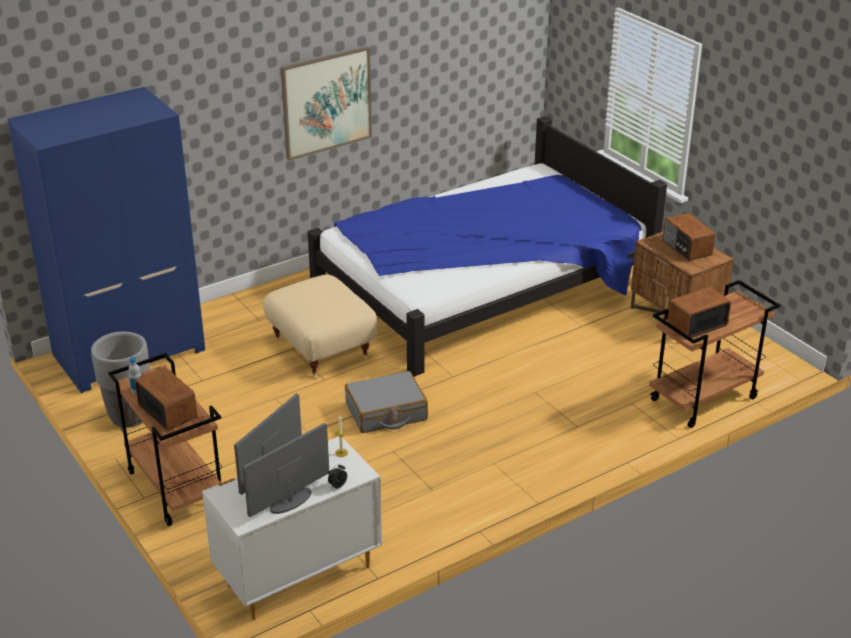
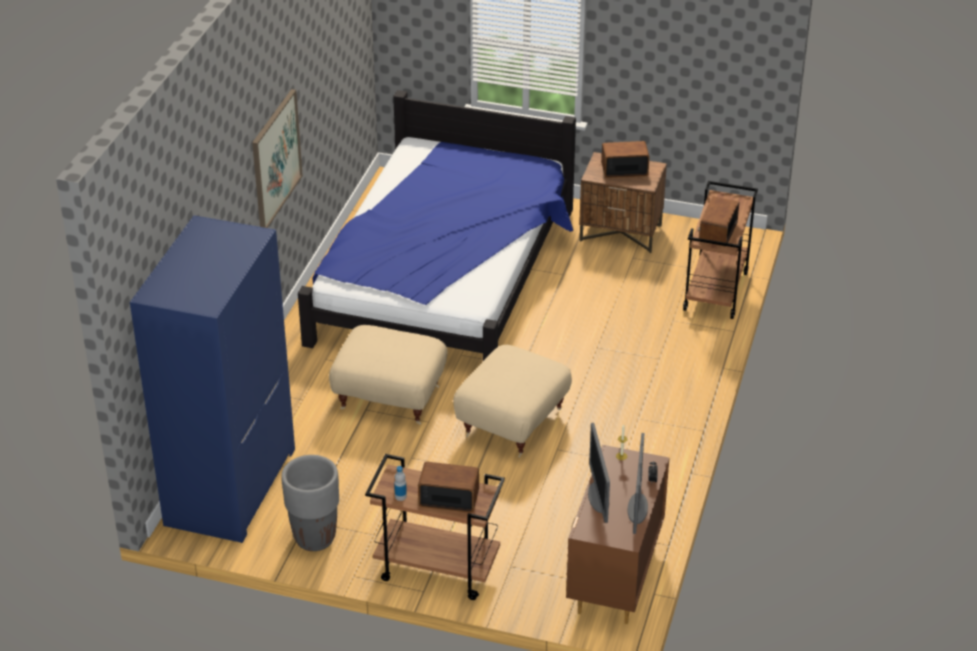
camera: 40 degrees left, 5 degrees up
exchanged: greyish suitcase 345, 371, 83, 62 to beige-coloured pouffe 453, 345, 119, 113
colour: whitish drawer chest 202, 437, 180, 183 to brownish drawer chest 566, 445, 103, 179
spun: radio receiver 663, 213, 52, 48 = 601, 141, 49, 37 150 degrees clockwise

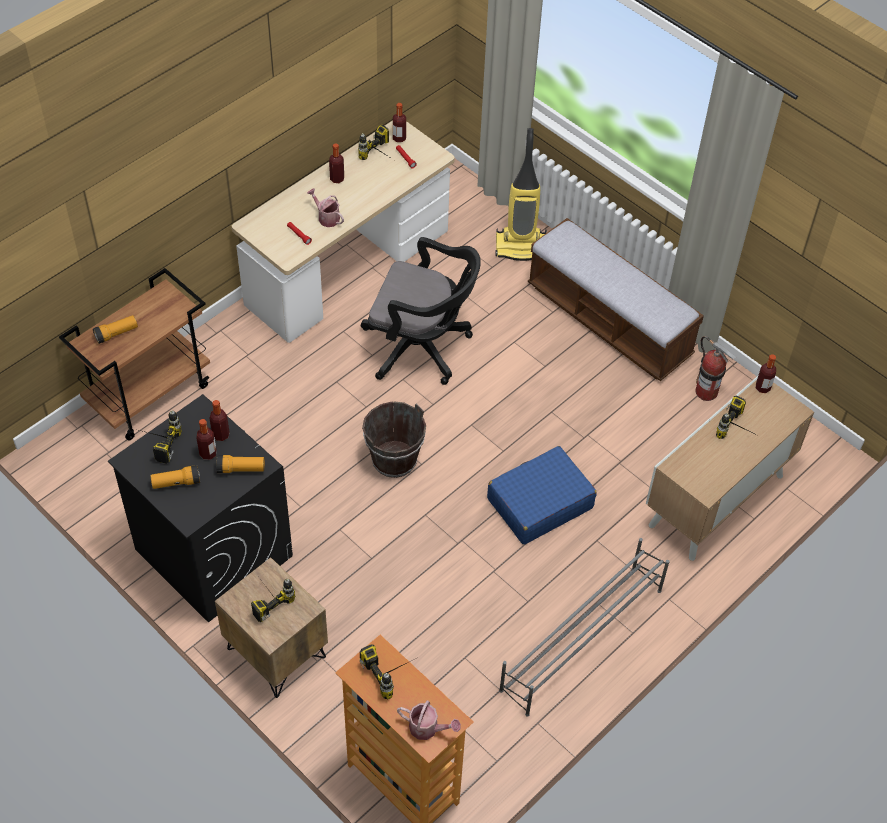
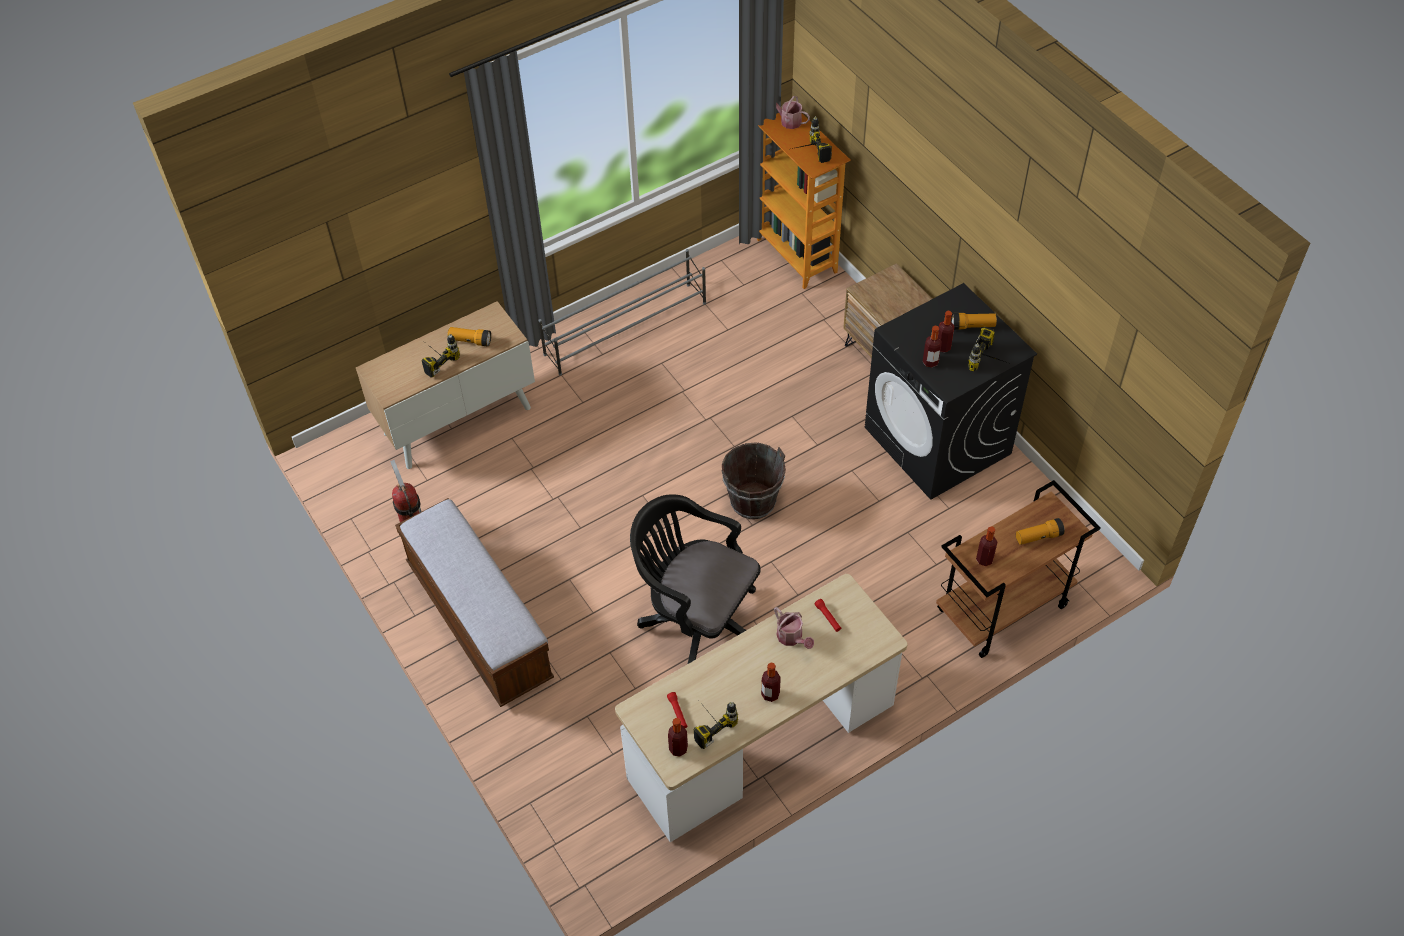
camera: 165 degrees left, 0 degrees up
missing: power drill 251, 579, 44, 43; blue-coloured suitcase 487, 446, 110, 99; vacuum 495, 128, 52, 133
relocated: hand torch 216, 455, 49, 18 to 447, 327, 44, 20; beverage bottle 756, 354, 20, 39 to 976, 526, 21, 40

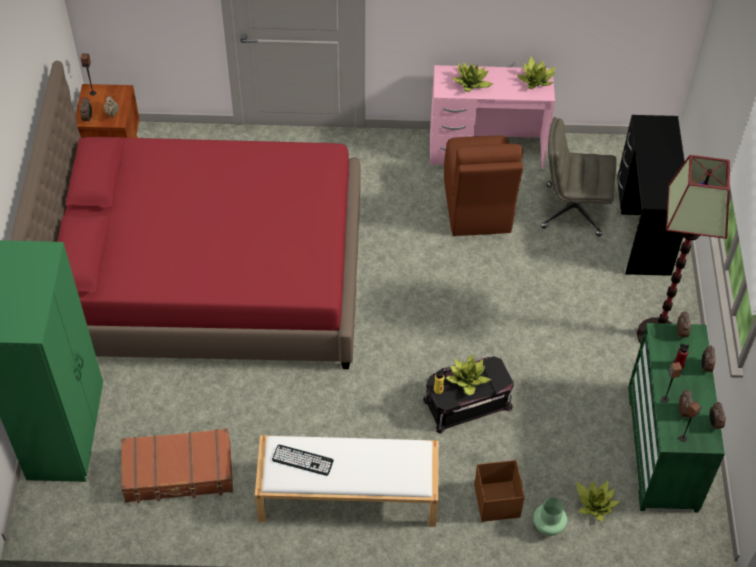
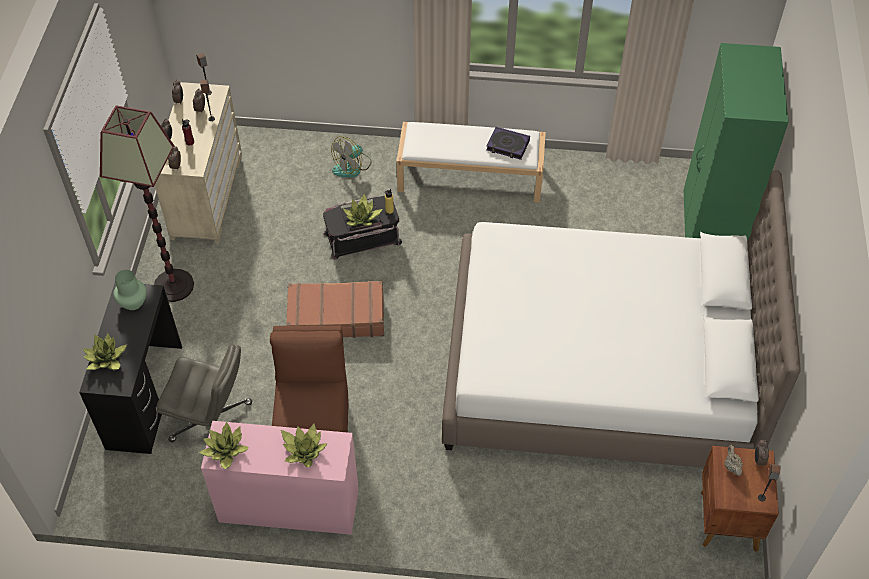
camera: 175 degrees left, 0 degrees up
relocated: brownish suitcase 121, 428, 112, 75 to 286, 281, 98, 57; green-coloured vase 533, 497, 34, 39 to 113, 270, 34, 40; houseplant 576, 480, 44, 41 to 83, 333, 44, 37
exchanged: computer keyboard 272, 445, 62, 31 to volume 486, 127, 44, 33; brownish storage box 474, 460, 51, 62 to fan 331, 136, 41, 41
colour: red bed 10, 60, 350, 309 to whitish bed 442, 170, 358, 298; green-coloured drawer chest 628, 323, 97, 190 to beige-coloured drawer chest 155, 82, 87, 162

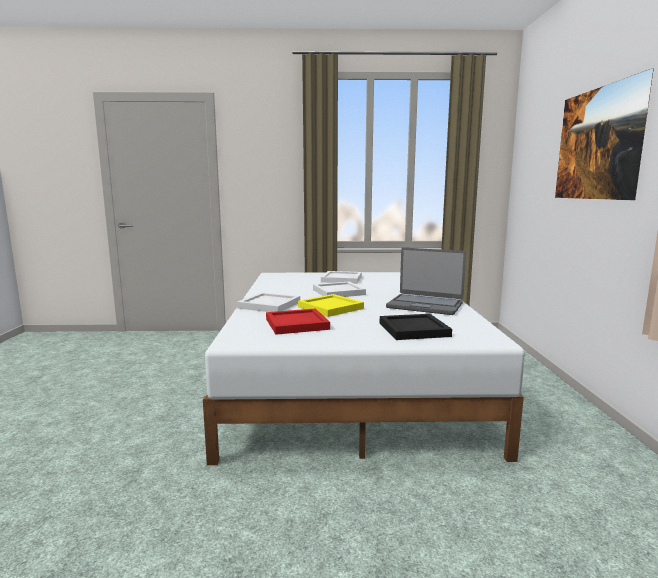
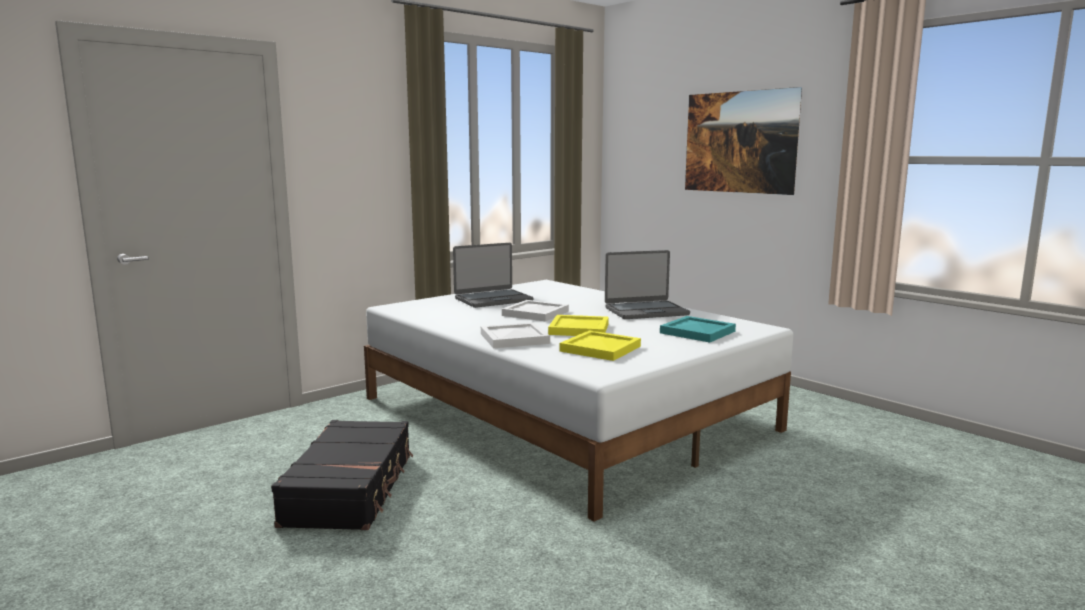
camera: 40 degrees left, 0 degrees up
appeared: black-coloured suitcase 271, 420, 142, 110
exchanged: whitish serving tray 321, 271, 41, 13 to portable computer 453, 243, 81, 65
colour: red serving tray 266, 308, 64, 27 to yellow-coloured serving tray 559, 330, 82, 31; black-coloured serving tray 380, 314, 72, 26 to turquoise-coloured serving tray 660, 316, 76, 27

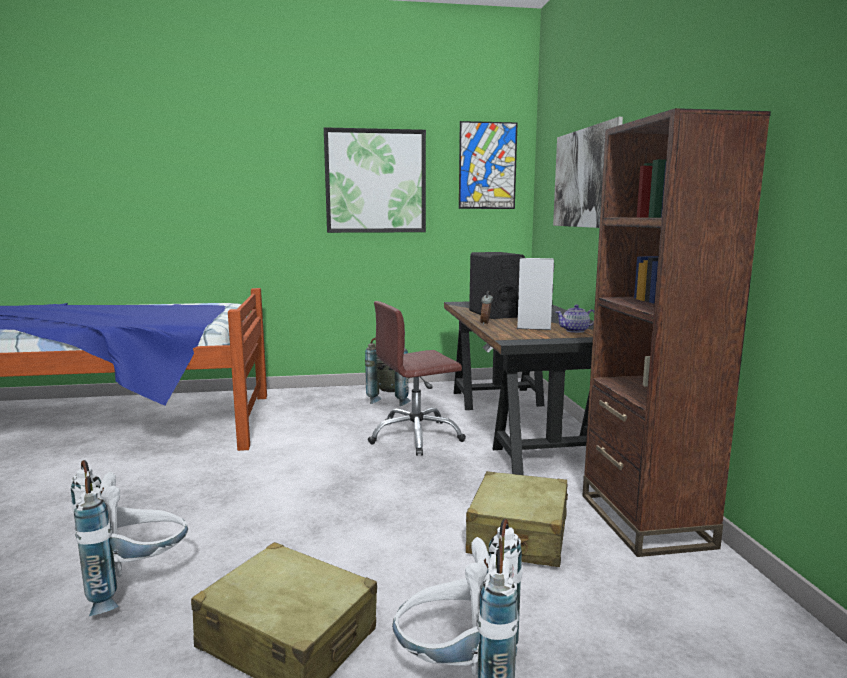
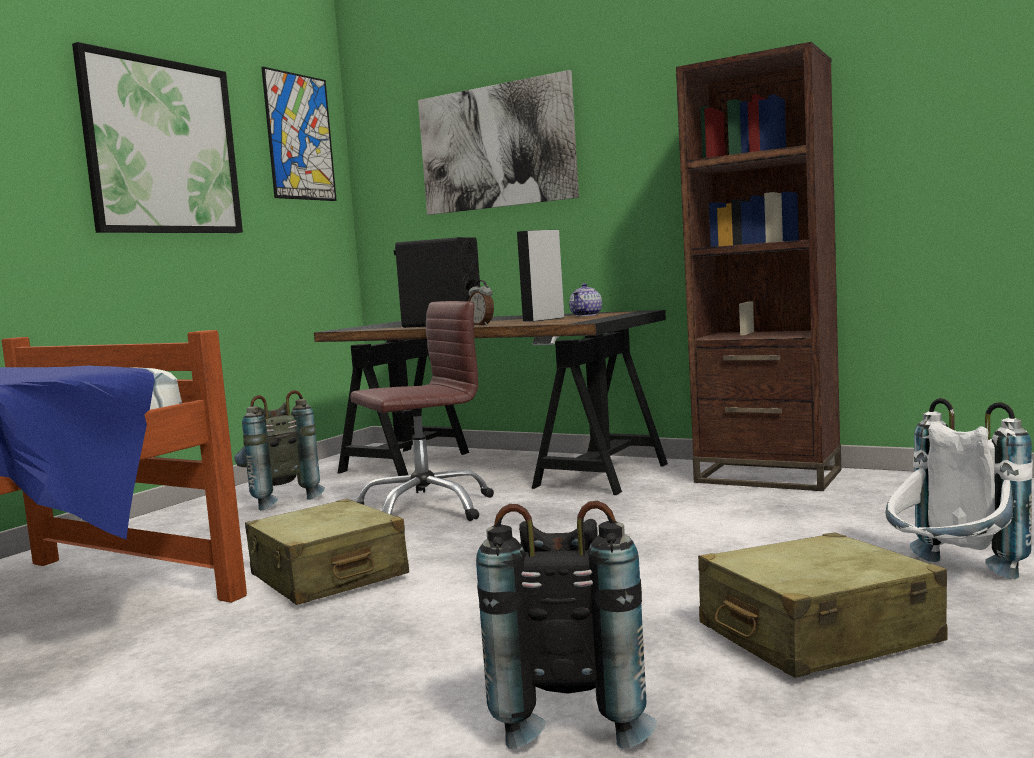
camera: 50 degrees left, 5 degrees down
relocated: beige-coloured suitcase 466, 471, 102, 96 to 245, 499, 164, 106
colour: whitish backpack 71, 460, 117, 156 to black-coloured backpack 476, 501, 181, 248
spun: brownish office chair 368, 301, 98, 155 = 350, 301, 144, 220 135 degrees counterclockwise

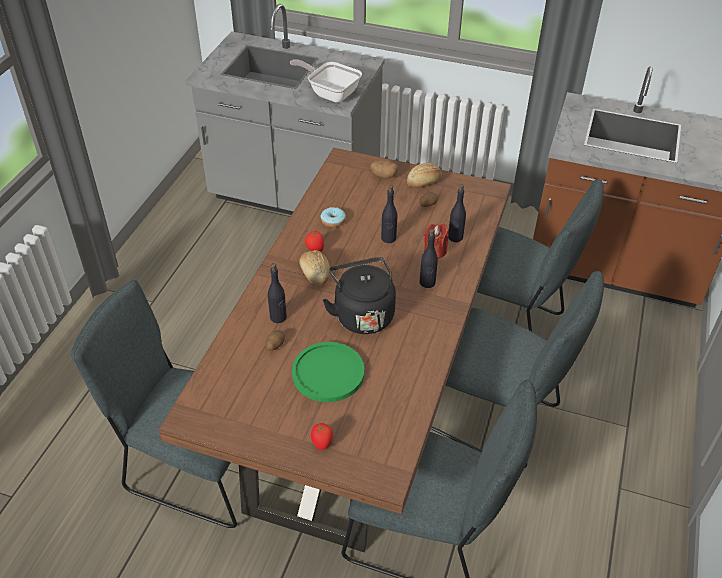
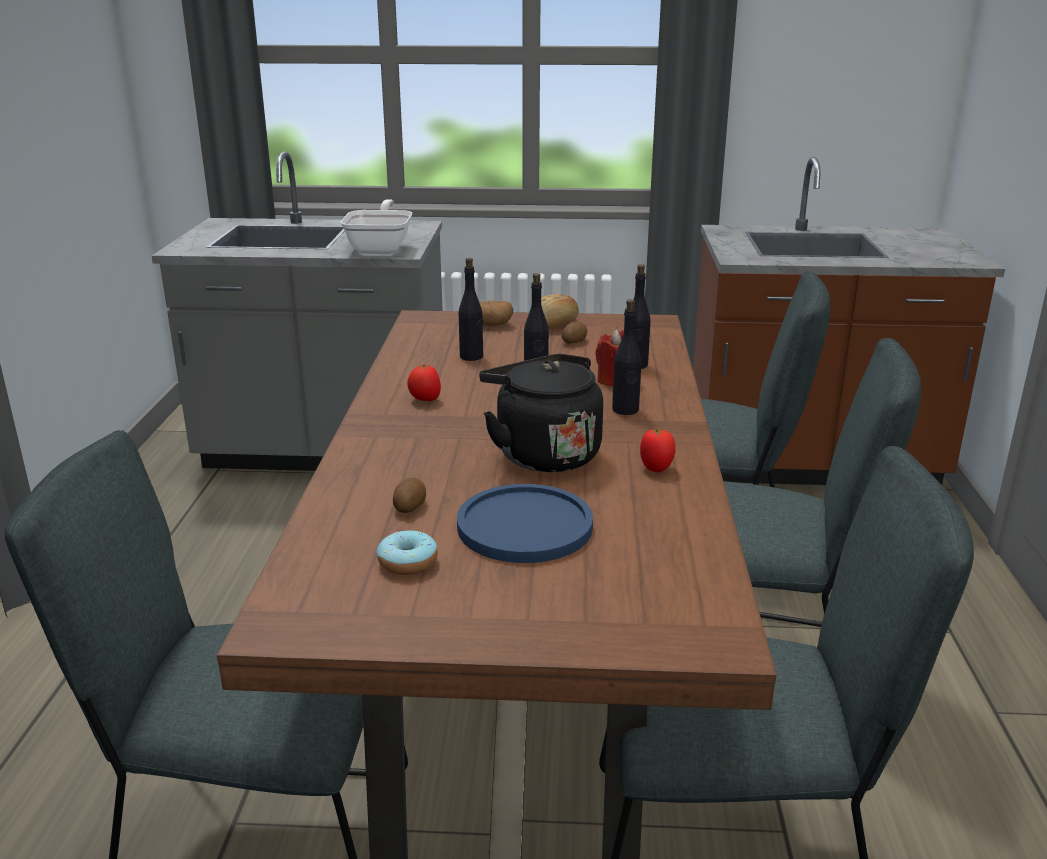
camera: 15 degrees left, 20 degrees down
missing: baked bread 299, 250, 31, 36
relocated: black-coloured beverage bottle 268, 263, 19, 60 to 459, 258, 25, 103; fresh tomato 311, 423, 22, 27 to 640, 429, 36, 43; ring doughnut 321, 207, 25, 20 to 377, 530, 61, 45
colour: green-coloured plate 292, 342, 72, 60 to blue-coloured plate 457, 484, 136, 79
spun: skillet 290, 59, 72, 44 = 340, 199, 72, 55 75 degrees clockwise

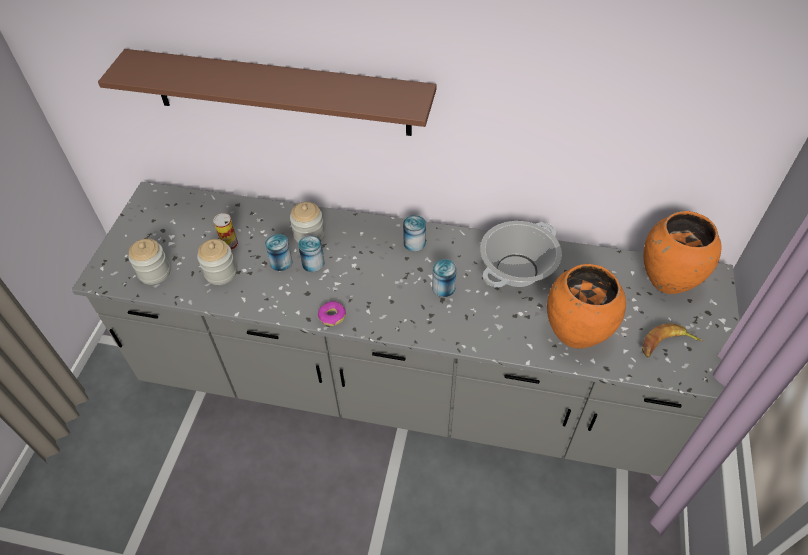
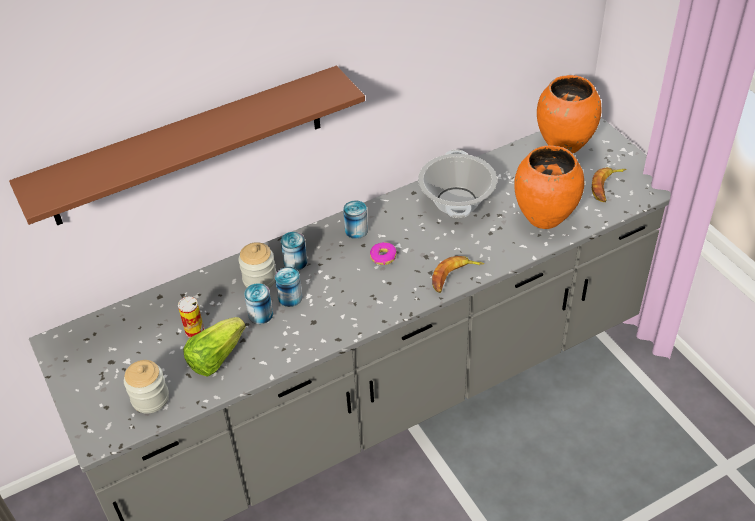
camera: 40 degrees left, 5 degrees down
appeared: whole banana 432, 256, 52, 37
relocated: ring doughnut 318, 301, 28, 25 to 370, 242, 26, 23; sealed can 432, 259, 25, 38 to 281, 232, 26, 38
exchanged: storage jar 197, 239, 40, 46 to lettuce head 183, 317, 63, 60

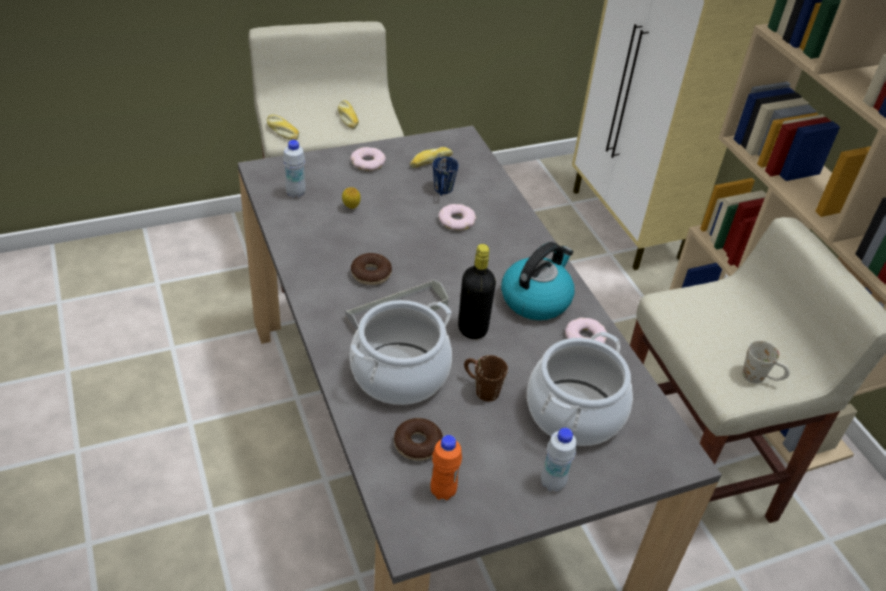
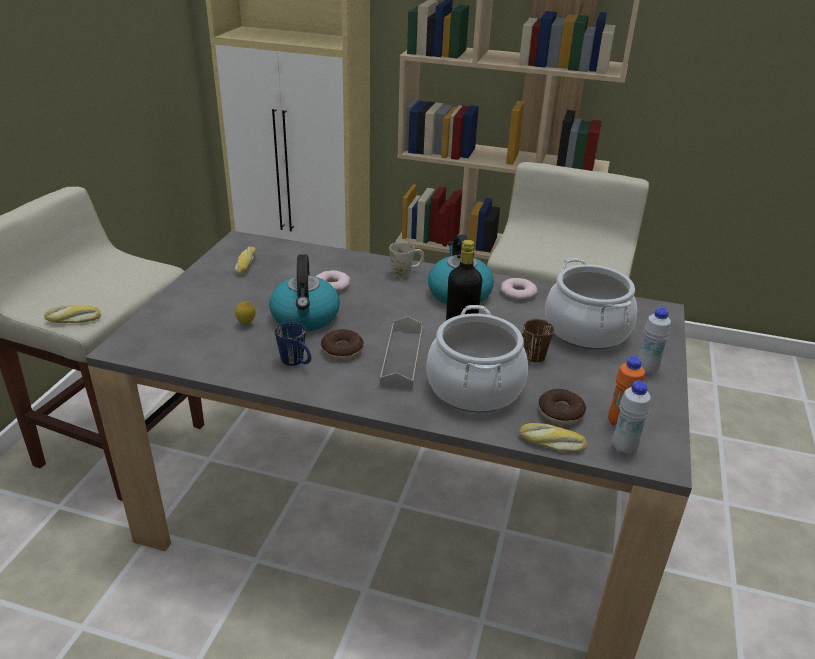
camera: 50 degrees left, 10 degrees down
missing: ring doughnut 350, 147, 36, 24
appeared: water kettle 269, 254, 71, 77
relocated: whitish beverage bottle 283, 140, 23, 58 to 612, 381, 39, 75; baked bread 338, 100, 21, 29 to 519, 423, 68, 29; blue-coloured tea mug 433, 156, 26, 40 to 275, 321, 36, 45; whitish tea mug 742, 340, 48, 44 to 389, 242, 35, 36

